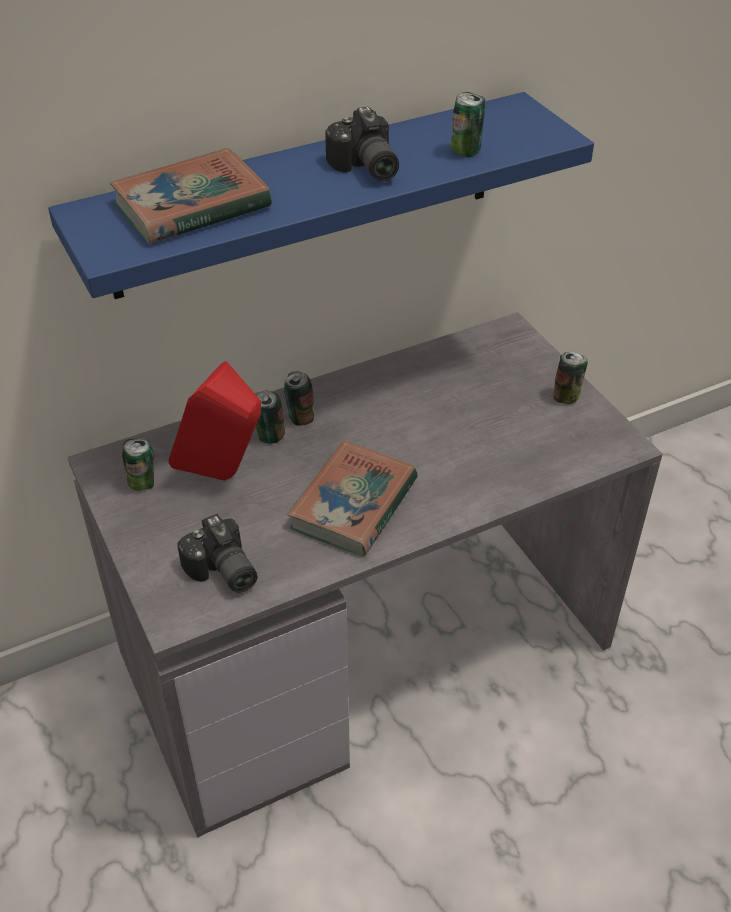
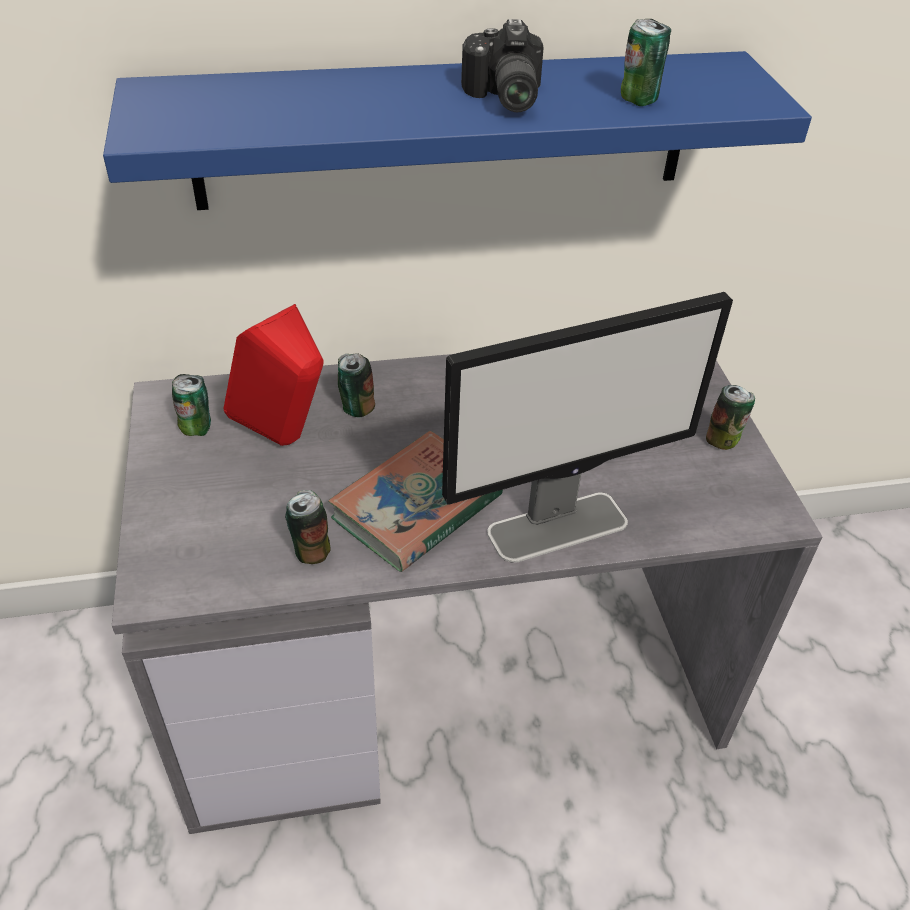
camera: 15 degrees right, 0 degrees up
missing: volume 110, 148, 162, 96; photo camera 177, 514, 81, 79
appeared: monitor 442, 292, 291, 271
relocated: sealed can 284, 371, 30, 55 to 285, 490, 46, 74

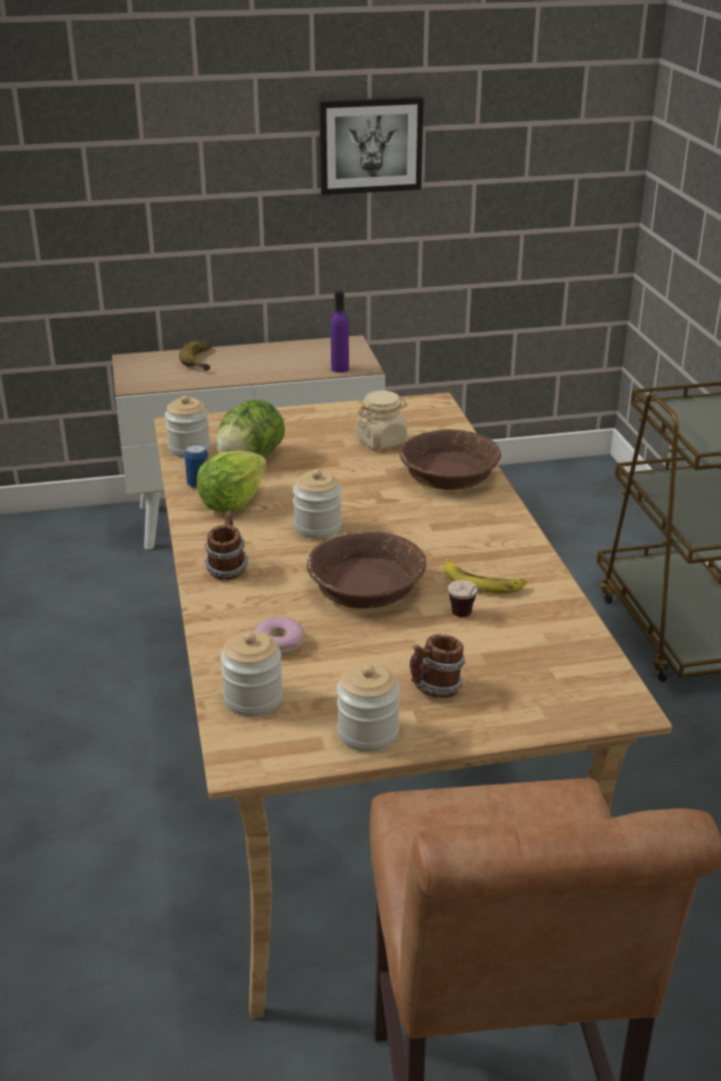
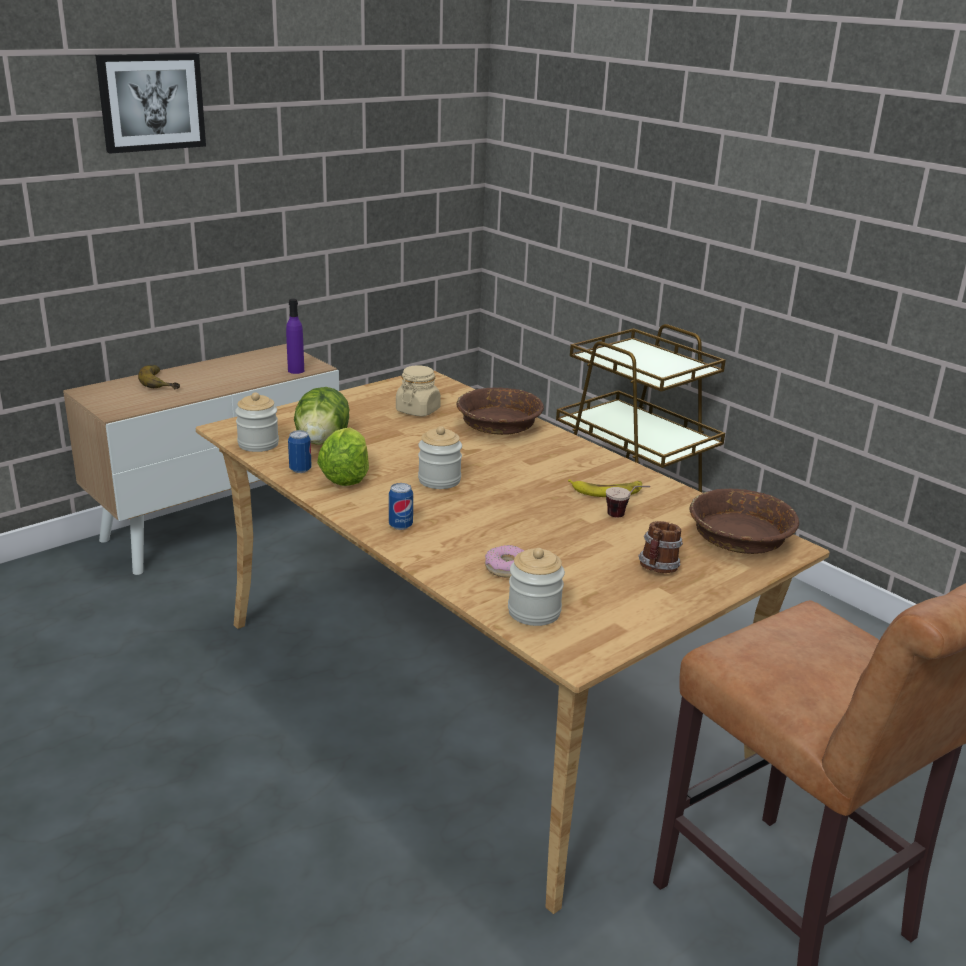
camera: 30 degrees left, 5 degrees down
missing: storage jar 337, 663, 63, 89
relocated: brownish deep dish 307, 531, 119, 78 to 689, 489, 110, 65; wall art 319, 97, 105, 98 to 95, 53, 111, 101
exchanged: tea mug 205, 511, 43, 69 to sealed can 389, 483, 24, 47

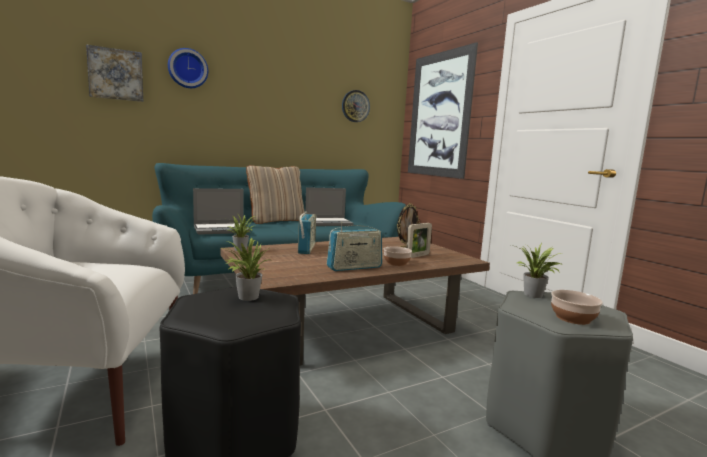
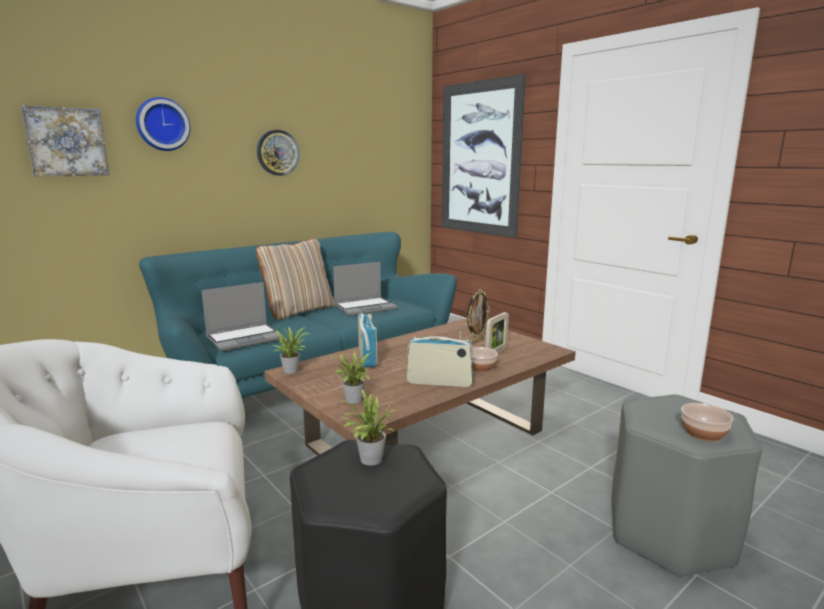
camera: 10 degrees left, 5 degrees up
relocated: wall clock 342, 90, 28, 32 to 257, 130, 42, 46; houseplant 511, 243, 50, 55 to 331, 350, 39, 54
spun: radio receiver 327, 222, 55, 49 = 407, 331, 66, 56 135 degrees counterclockwise

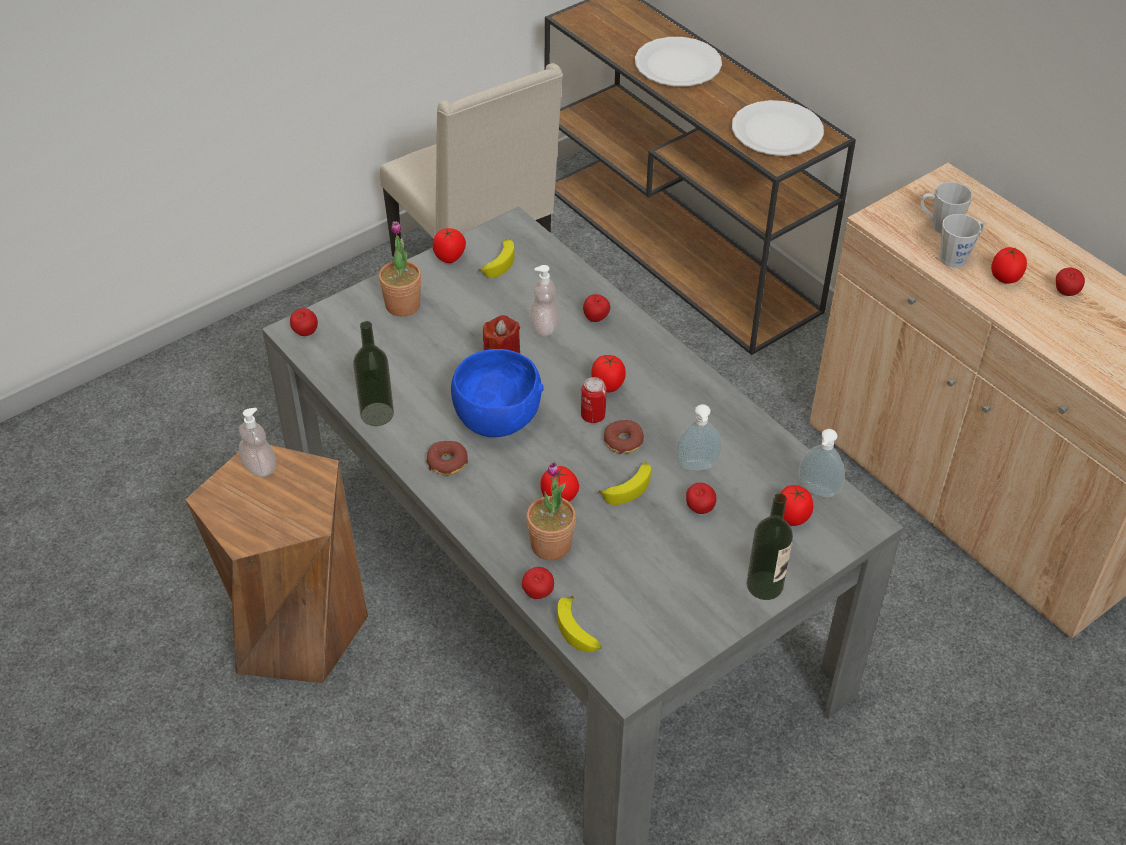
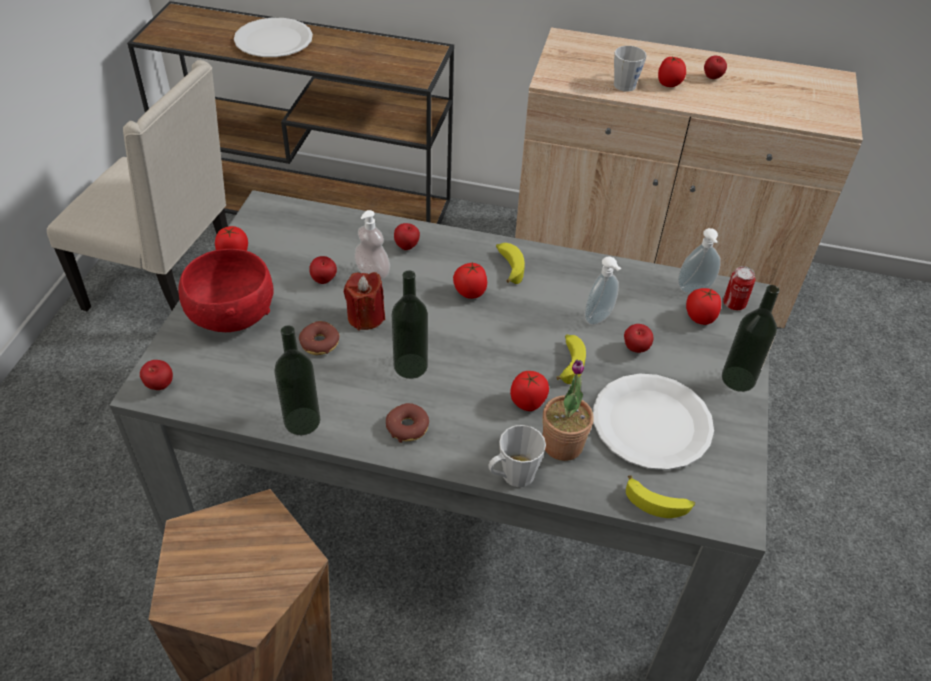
camera: 40 degrees left, 0 degrees up
missing: soap bottle 239, 408, 37, 69
relocated: whole banana 478, 239, 36, 39 to 496, 243, 29, 41; apple 522, 567, 32, 32 to 309, 256, 28, 28; sealed can 581, 377, 25, 46 to 723, 266, 32, 44; ring doughnut 604, 420, 40, 34 to 299, 321, 41, 34; whitish plate 732, 100, 92, 56 to 593, 373, 121, 97; greyish tea mug 921, 182, 52, 51 to 488, 425, 58, 62
exchanged: houseplant 379, 221, 42, 96 to red deep dish 178, 249, 95, 83; blue-coloured deep dish 451, 349, 93, 88 to beverage bottle 392, 270, 36, 109

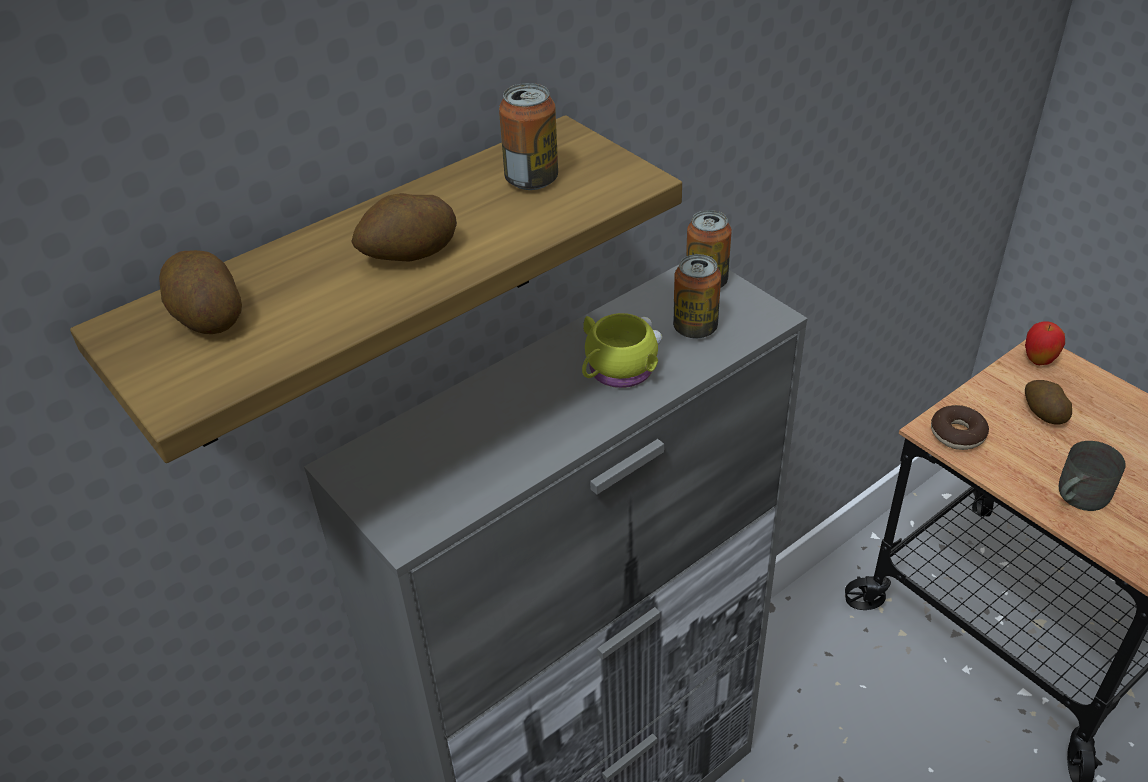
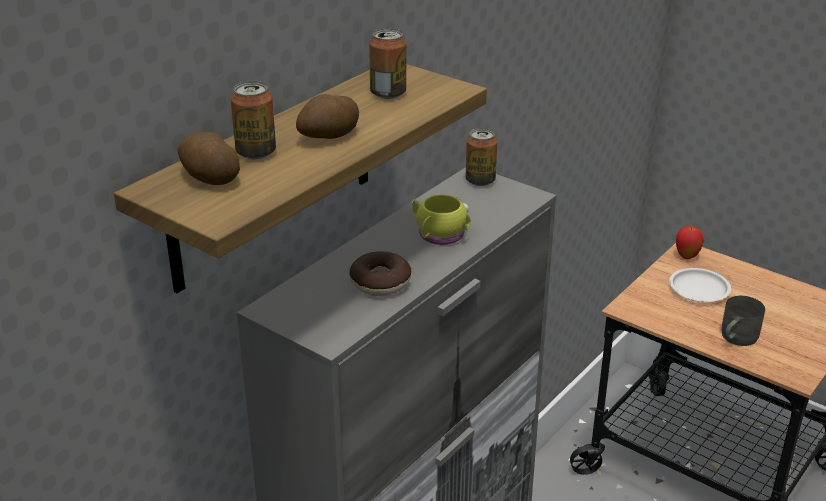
camera: 15 degrees left, 10 degrees down
relocated: sealed can 673, 254, 48, 85 to 231, 81, 45, 78; ring doughnut 931, 405, 58, 45 to 349, 251, 62, 45
exchanged: spud 1025, 380, 47, 44 to whitish plate 669, 268, 62, 34

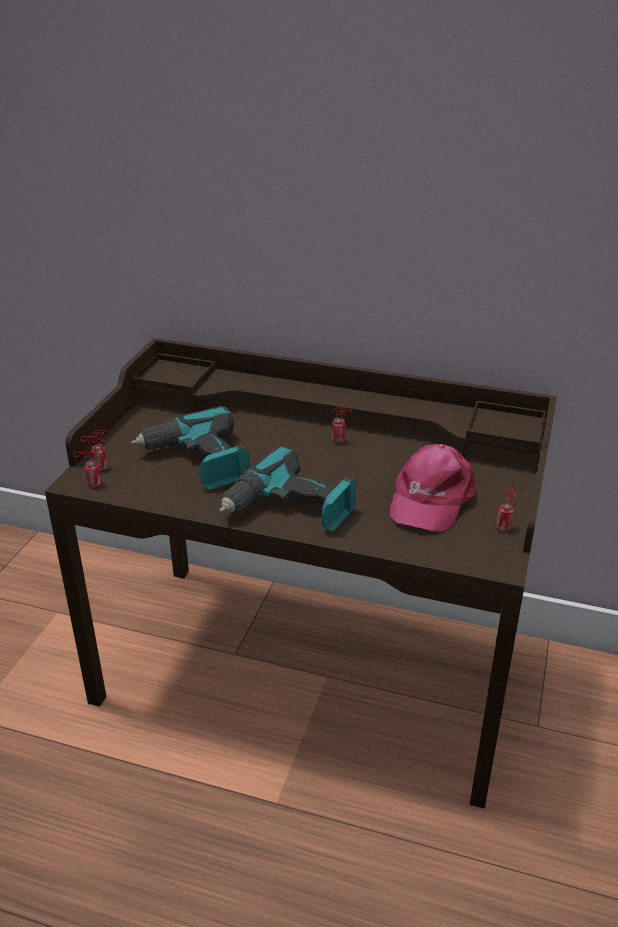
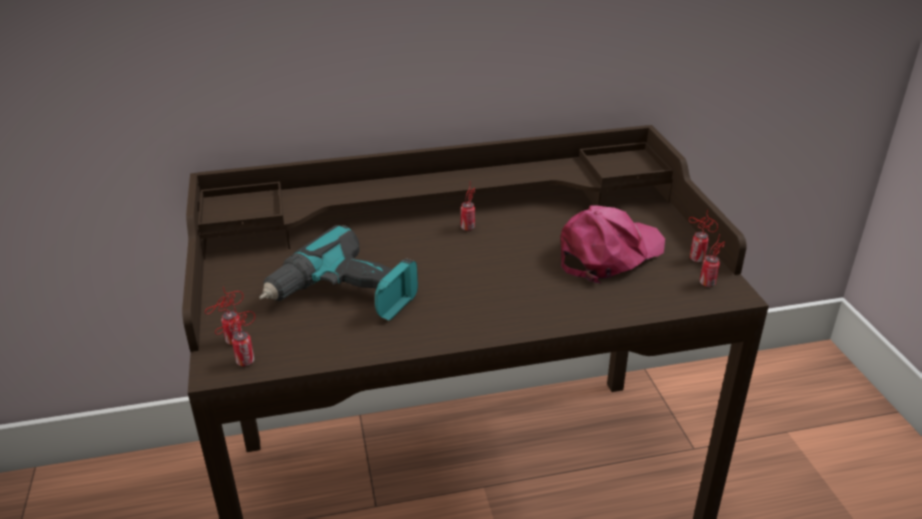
camera: 30 degrees left, 0 degrees up
missing: power drill 219, 446, 137, 86
appeared: sealed can 700, 234, 25, 53
spun: pink-coloured baseball cap 389, 444, 87, 87 = 560, 205, 105, 78 120 degrees counterclockwise

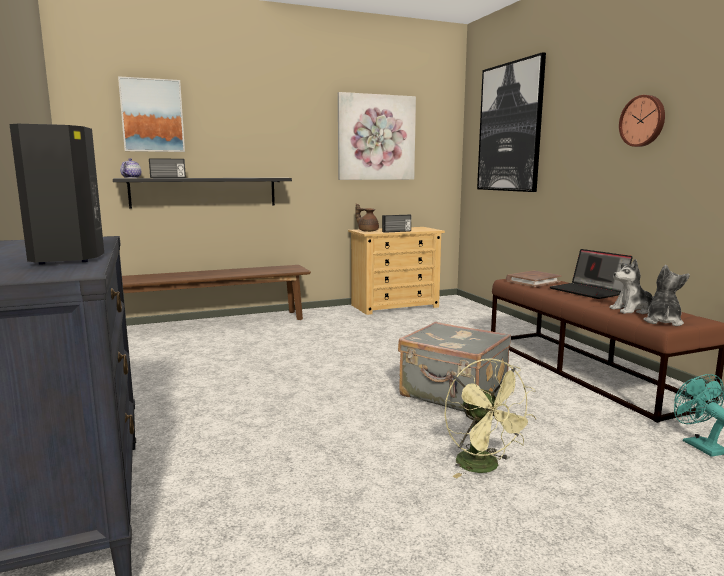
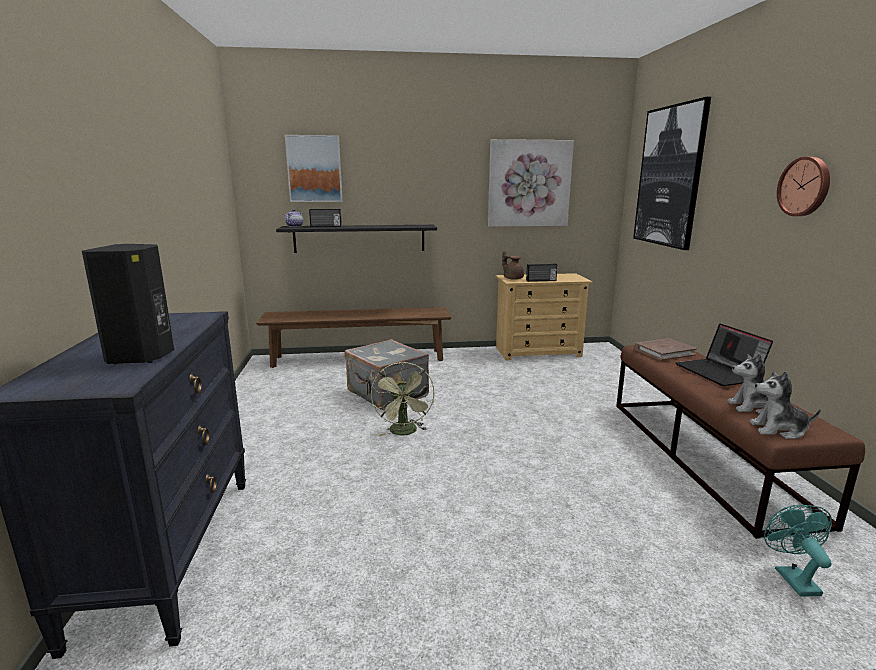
camera: 15 degrees right, 5 degrees up
relocated: greyish suitcase 398, 321, 113, 91 to 344, 339, 85, 72; green-coloured fan 444, 358, 92, 120 to 371, 362, 63, 74
spun: plush toy 643, 265, 47, 61 = 749, 371, 72, 68 120 degrees counterclockwise

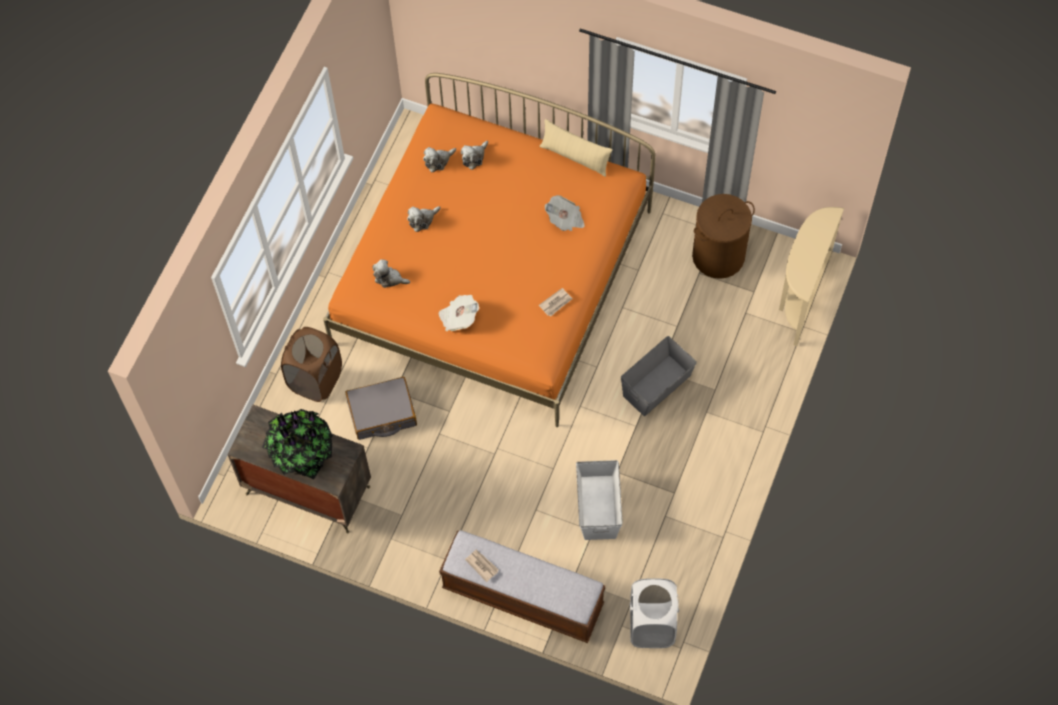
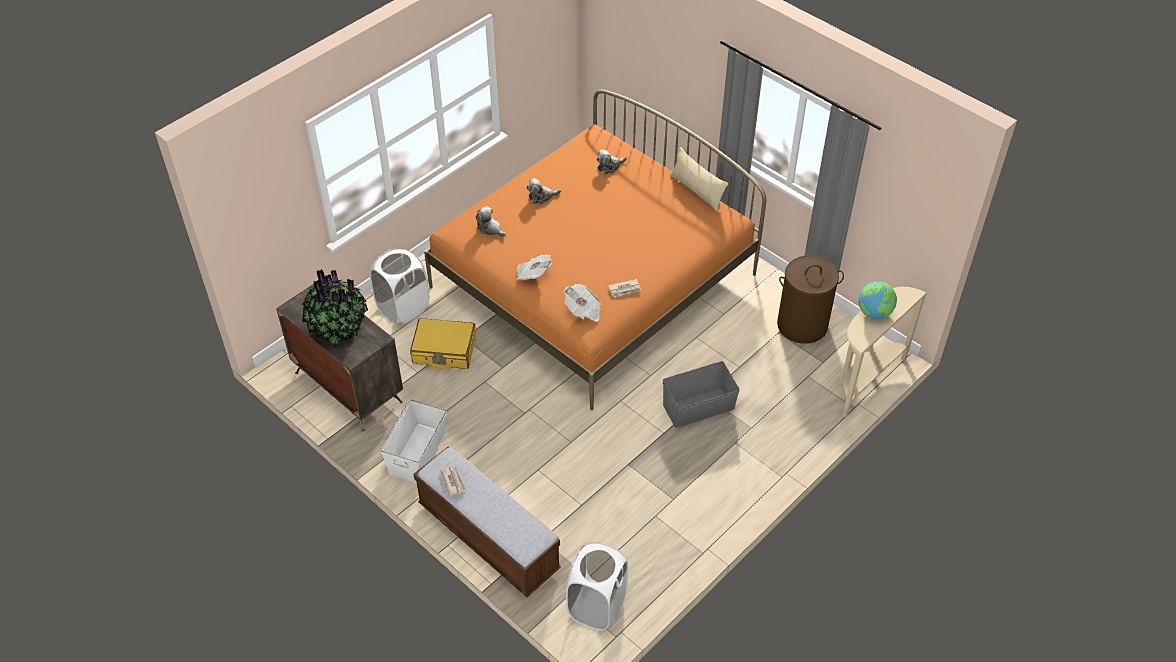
camera: 20 degrees right, 15 degrees down
missing: plush toy 423, 147, 33, 25
appeared: globe 858, 281, 39, 38
relocated: newspaper 545, 195, 40, 36 to 564, 284, 38, 38; whitish storage box 576, 460, 47, 80 to 380, 399, 67, 83
colour: brownish washing basket 281, 327, 61, 75 to whitish washing basket 370, 248, 59, 76; greyish suitcase 346, 377, 71, 63 to yellow-coloured suitcase 410, 318, 66, 51

